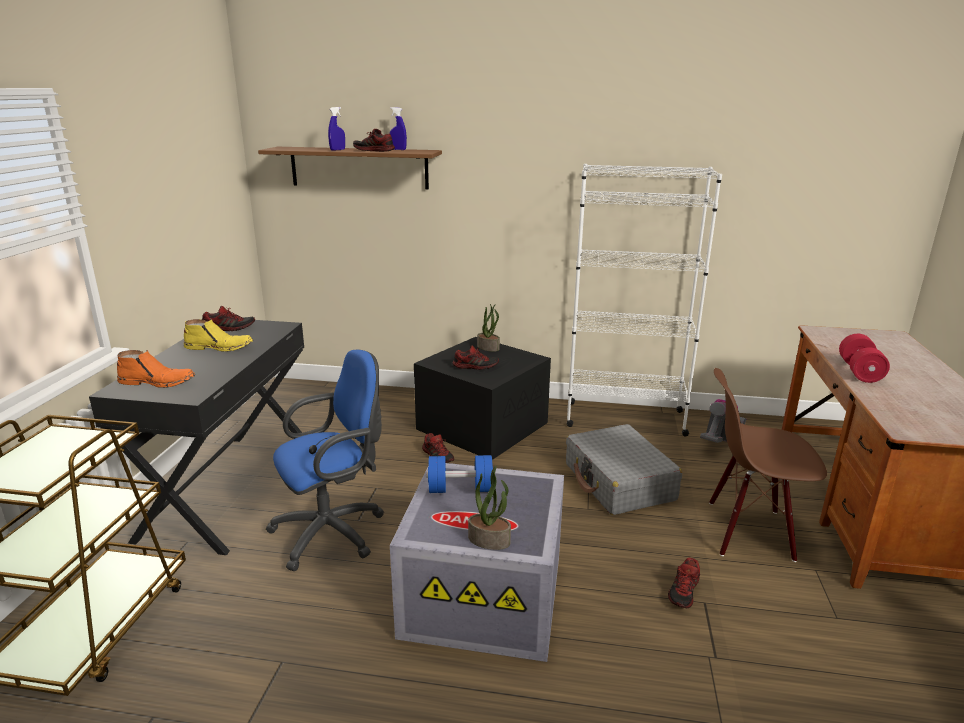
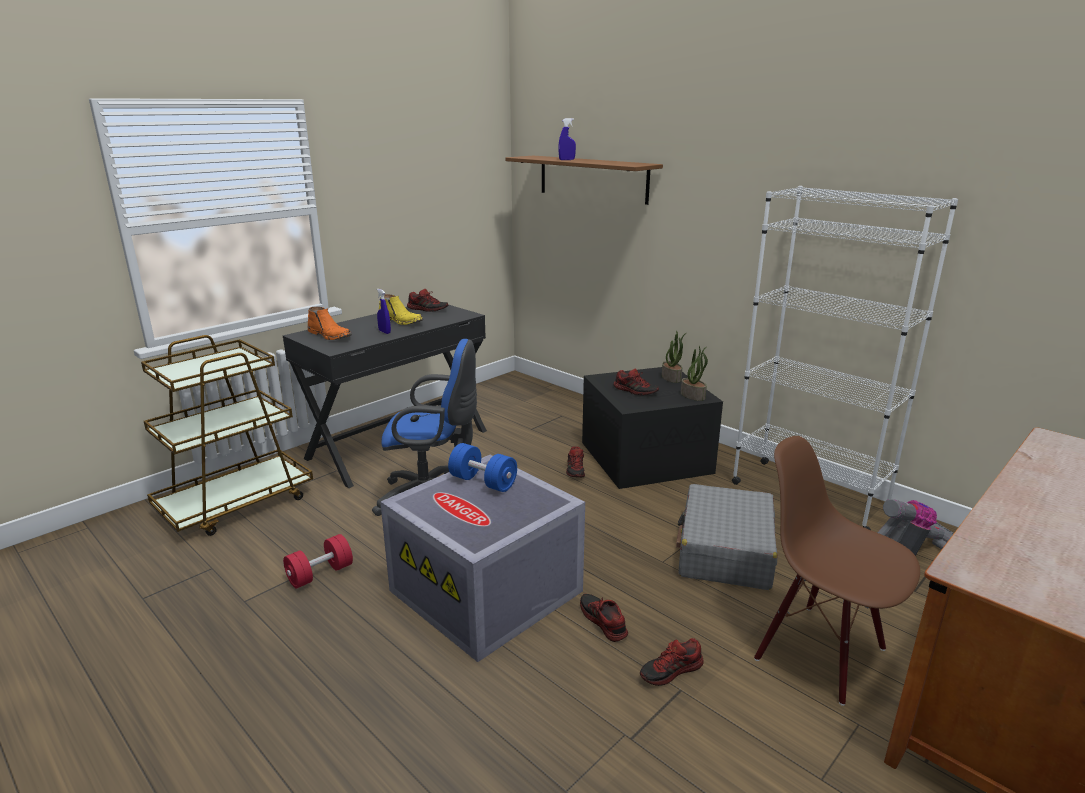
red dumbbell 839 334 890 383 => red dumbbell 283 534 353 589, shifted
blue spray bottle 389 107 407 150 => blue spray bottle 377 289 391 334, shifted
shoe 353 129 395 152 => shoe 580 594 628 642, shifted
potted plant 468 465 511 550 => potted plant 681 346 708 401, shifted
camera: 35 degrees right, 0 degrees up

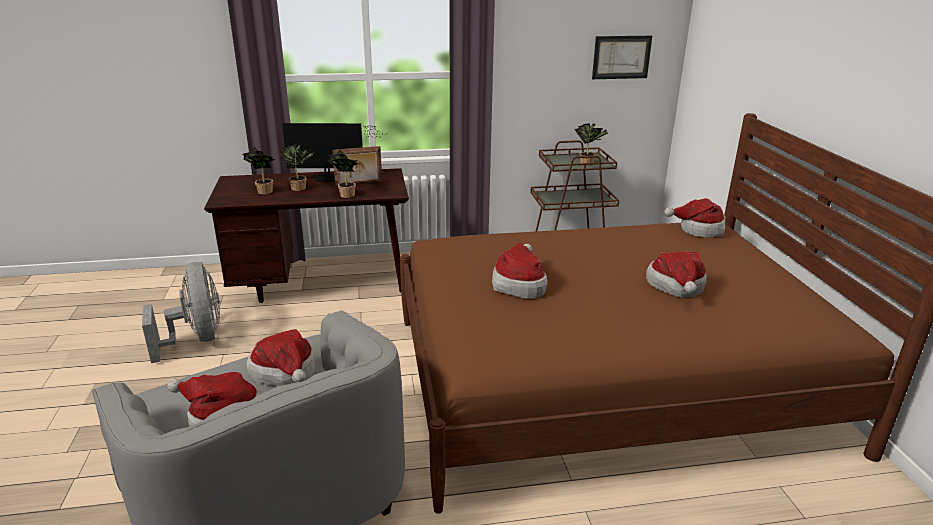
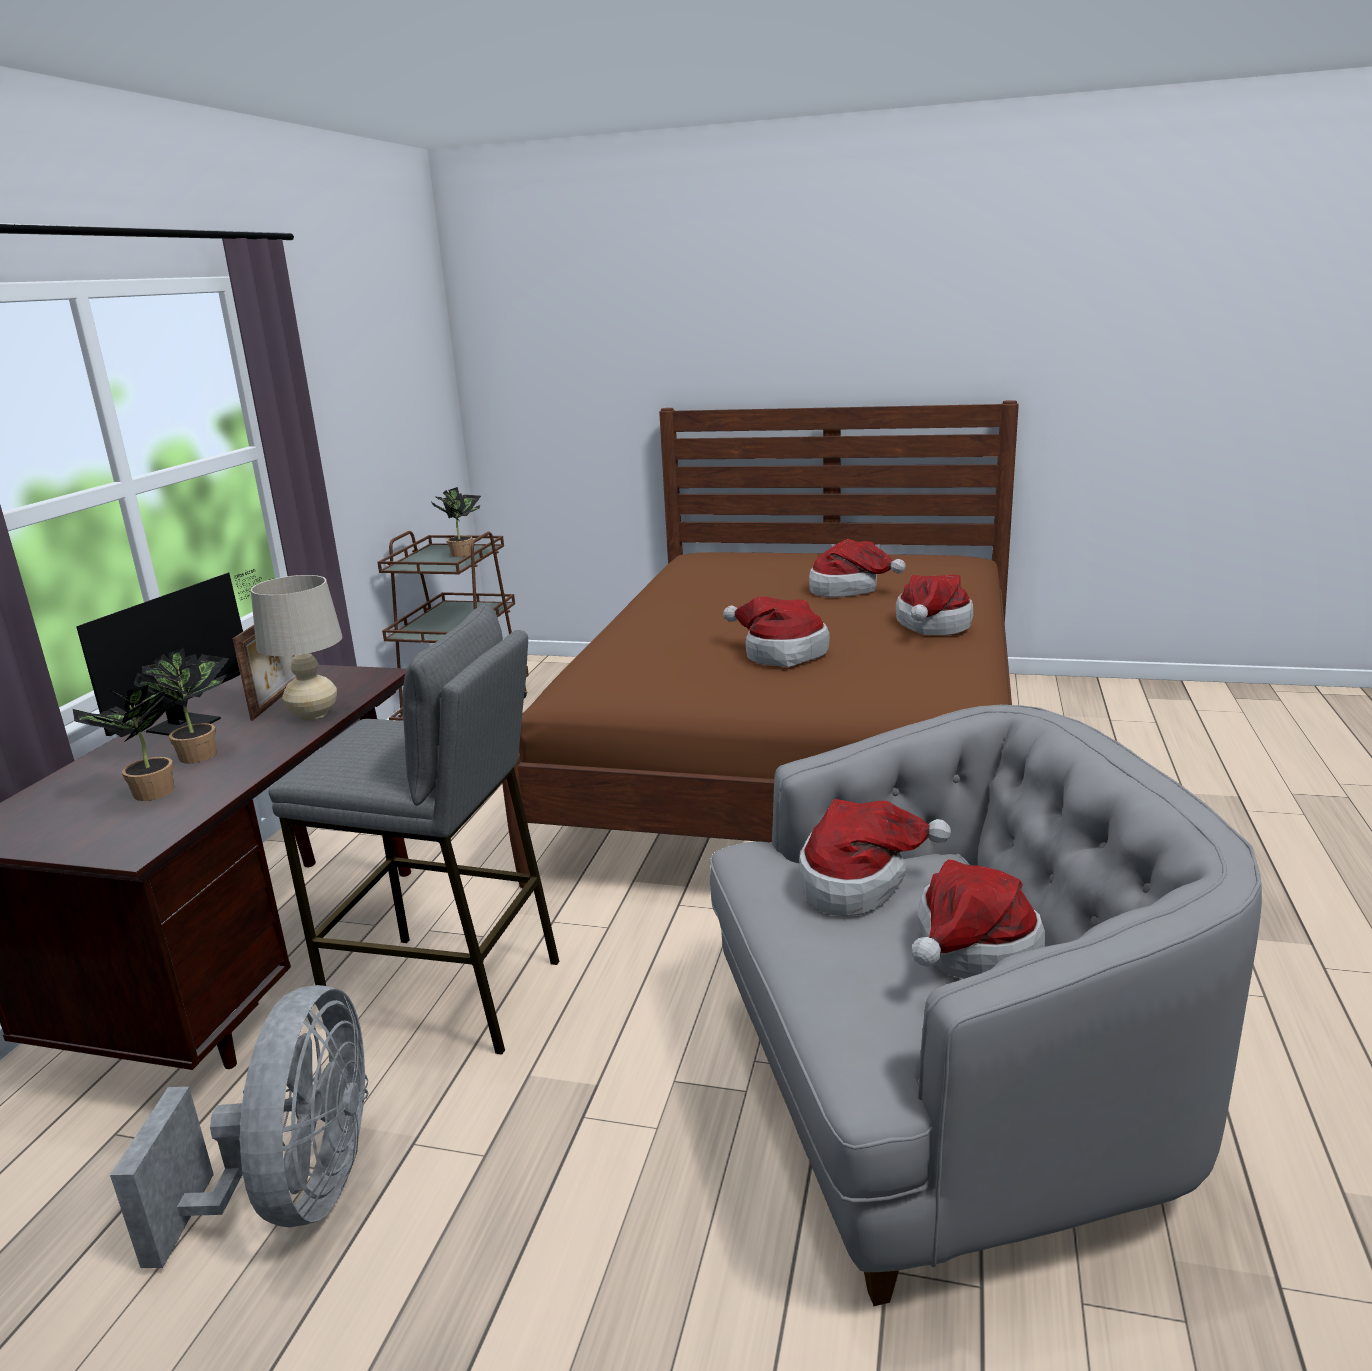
grey fan 142 262 220 363 => grey fan 110 985 368 1268, 90 degrees clockwise
potted plant 328 150 359 198 => beige table lamp 251 575 342 720
nothing => grey stool 269 604 559 1054
hat 664 198 726 238 => hat 896 575 973 635, shifted
picture 592 36 652 79 => nothing
camera: 65 degrees left, 5 degrees down

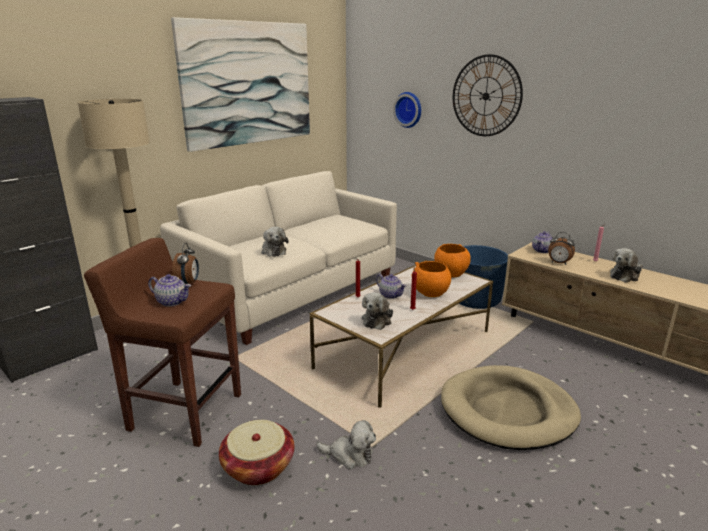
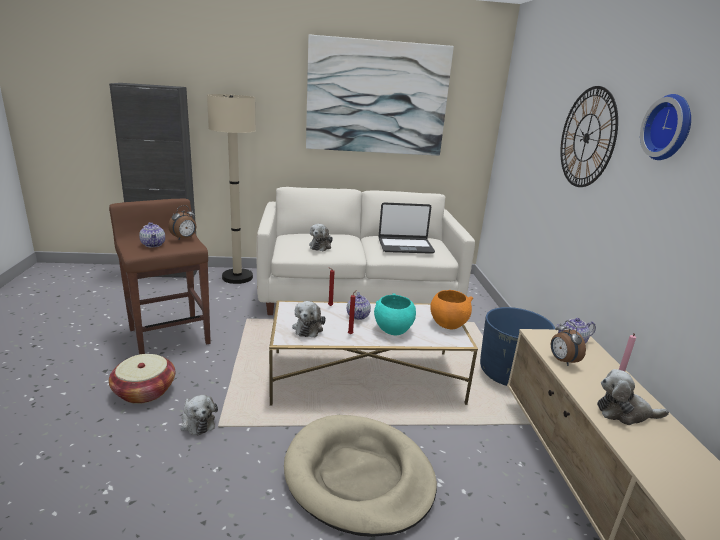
plush toy 362 292 393 330 => plush toy 292 301 326 337, 60 degrees counterclockwise
orange bowl 411 261 451 297 => turquoise bowl 374 293 416 335
nothing => laptop 378 202 435 254
wall clock 393 92 421 128 => wall clock 640 94 691 160, shifted
camera: 40 degrees right, 0 degrees up

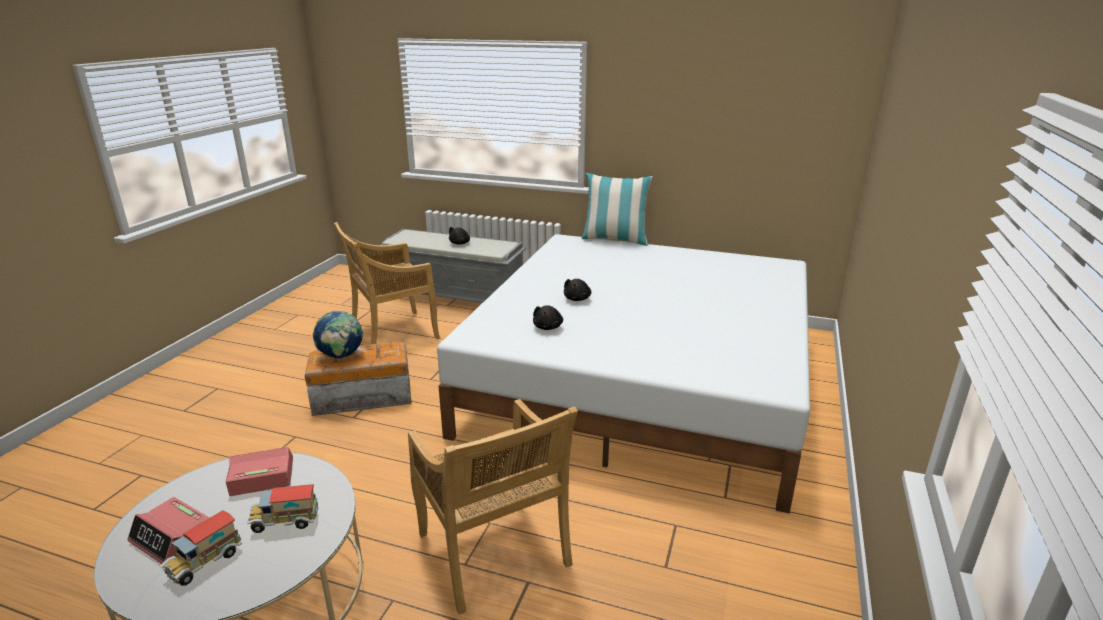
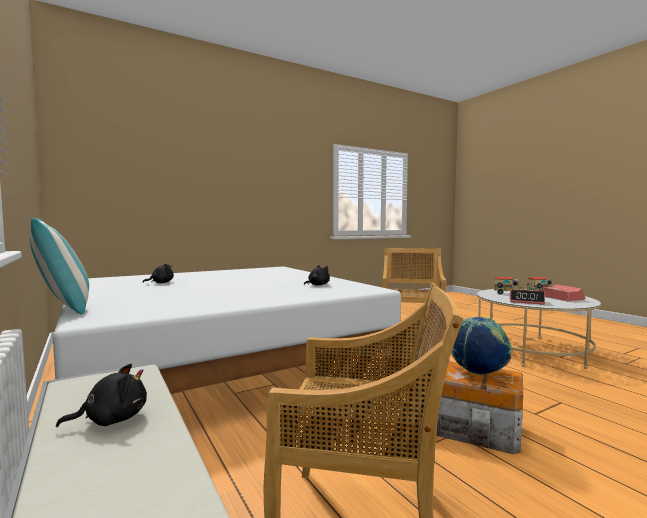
black plush toy 564 279 591 301 => black plush toy 142 264 174 283, shifted
camera: 140 degrees left, 20 degrees down

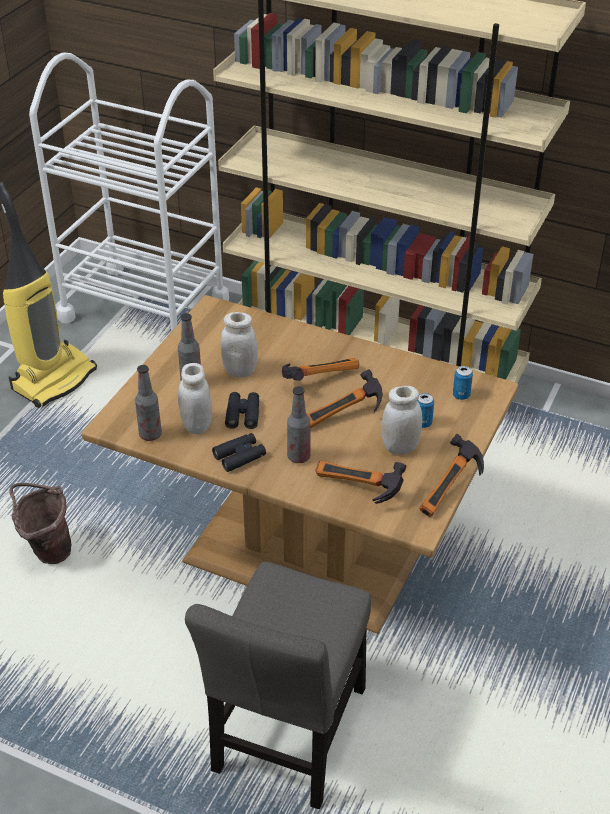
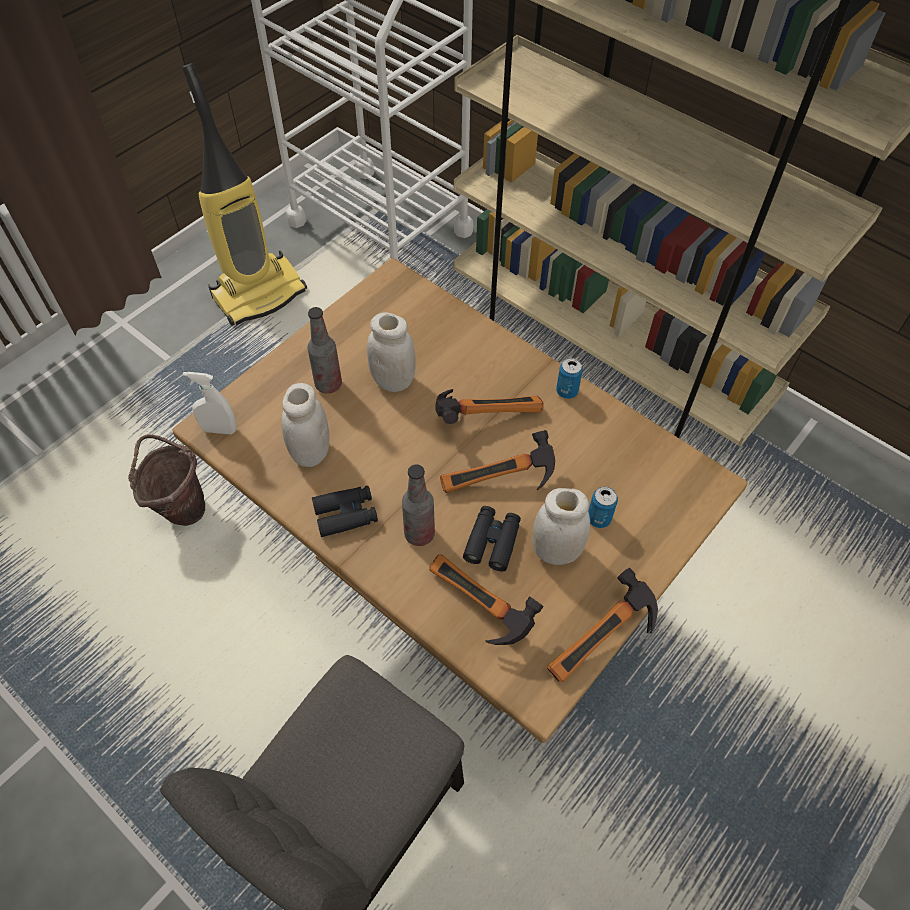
nothing => white spray bottle 183 372 237 434
black binoculars 225 392 259 429 => black binoculars 463 506 521 571, shifted
can 453 366 473 400 => can 556 358 583 399, shifted
bottle 135 365 162 441 => nothing
camera: 15 degrees right, 15 degrees up

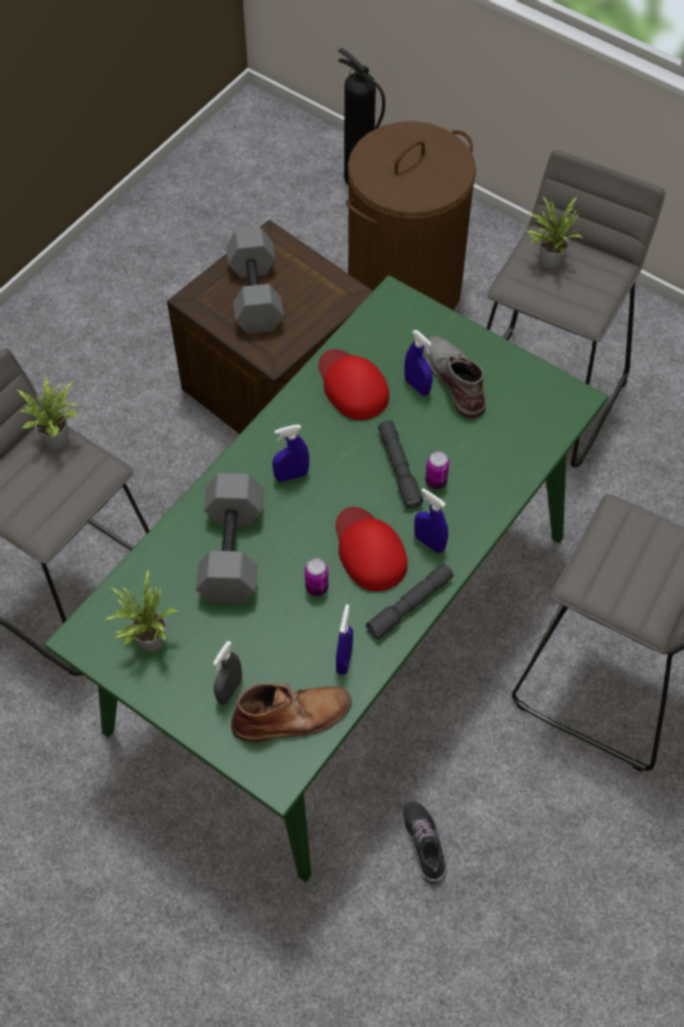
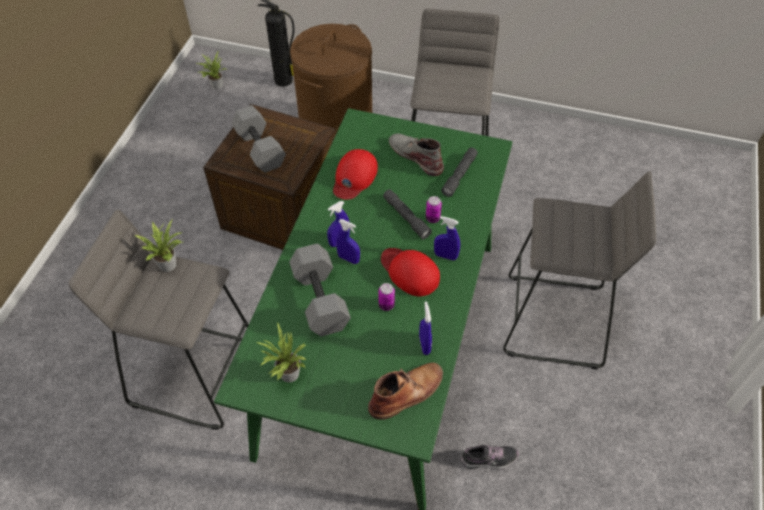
potted plant 526 196 583 269 => potted plant 196 51 226 89, shifted
red cap 319 349 389 420 => red cap 333 149 378 200, 105 degrees counterclockwise
blue spray bottle 404 330 433 396 => blue spray bottle 336 219 360 264, shifted
grey flashlight 366 564 454 640 => grey flashlight 441 147 478 197, shifted
shoe 402 800 447 884 => shoe 460 445 518 469, 120 degrees clockwise
grey spray bottle 213 641 242 705 => nothing
camera: 20 degrees left, 5 degrees down

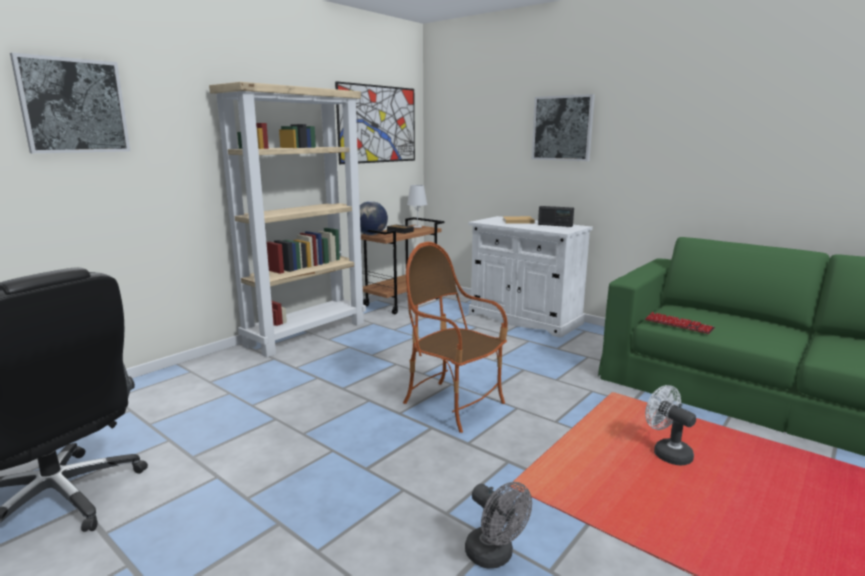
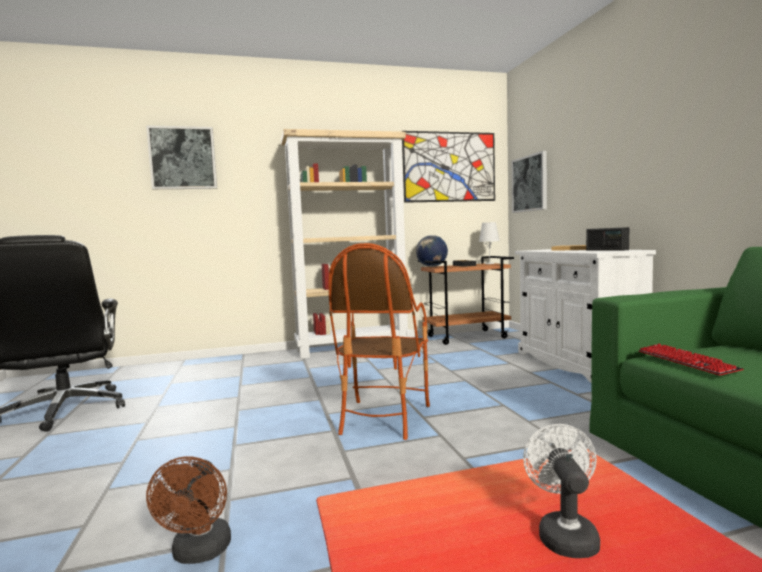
grey fan 465 482 532 568 => brown fan 146 456 231 564
armchair 403 242 508 433 => armchair 328 243 430 440, 150 degrees counterclockwise
picture 532 94 595 161 => picture 512 151 547 213, shifted
camera: 35 degrees right, 10 degrees down

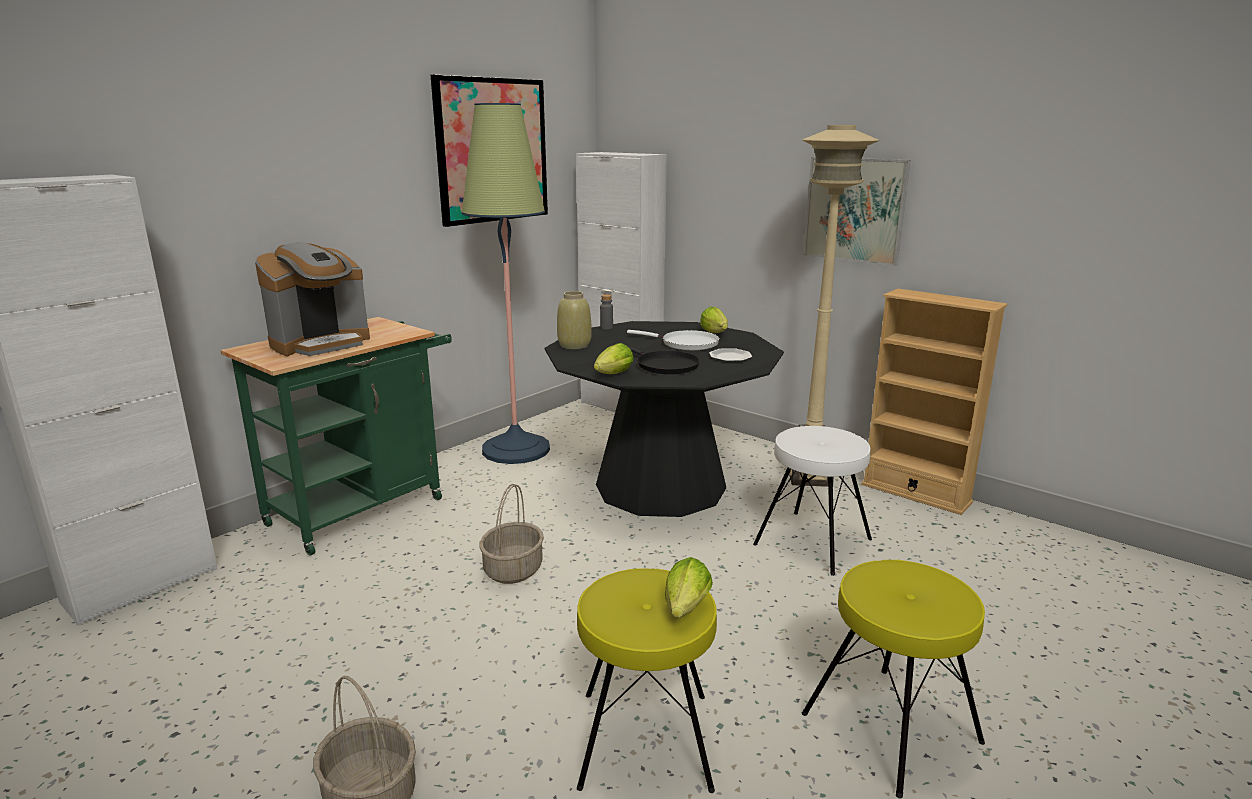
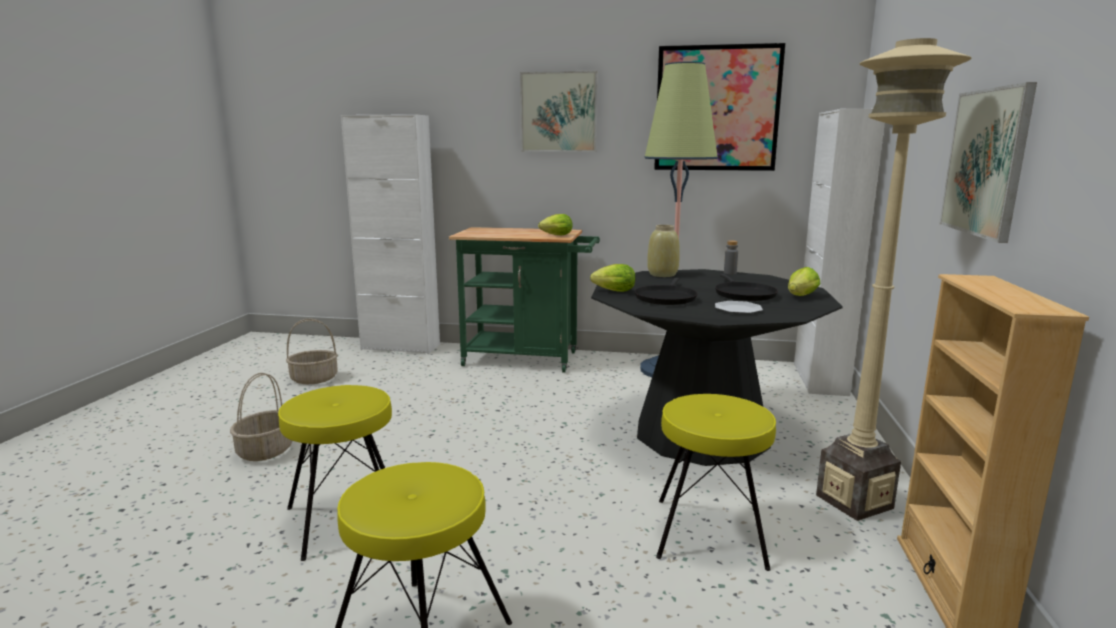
basket 479 484 544 584 => basket 286 319 338 384, shifted
nothing => picture 520 71 598 152
lettuce 665 557 713 618 => lettuce 538 214 572 235, shifted
white stool 753 426 872 576 => yellow stool 656 394 776 571
white frying pan 627 330 720 350 => black frying pan 715 274 778 301
coffee machine 255 242 370 356 => nothing
camera: 60 degrees right, 5 degrees down

